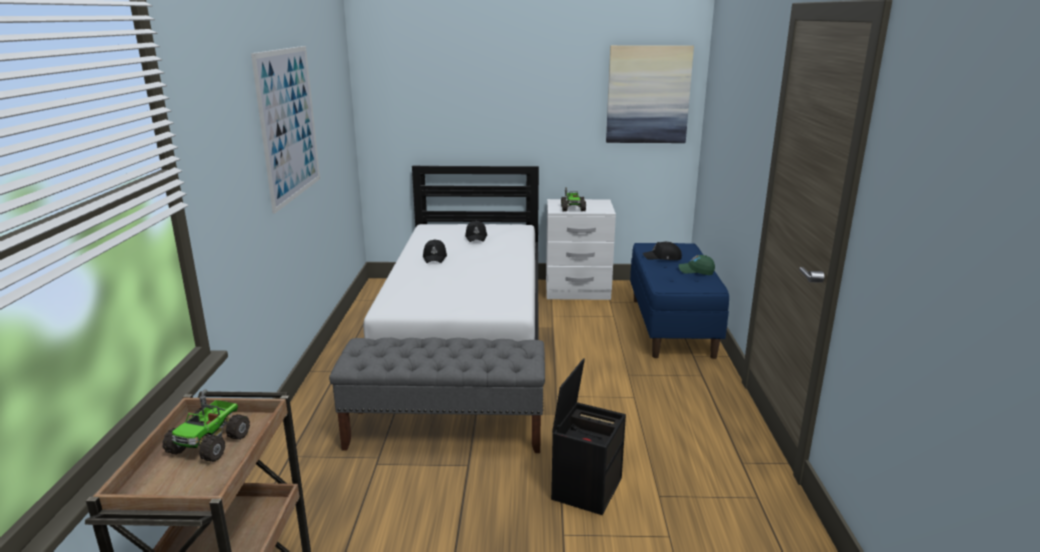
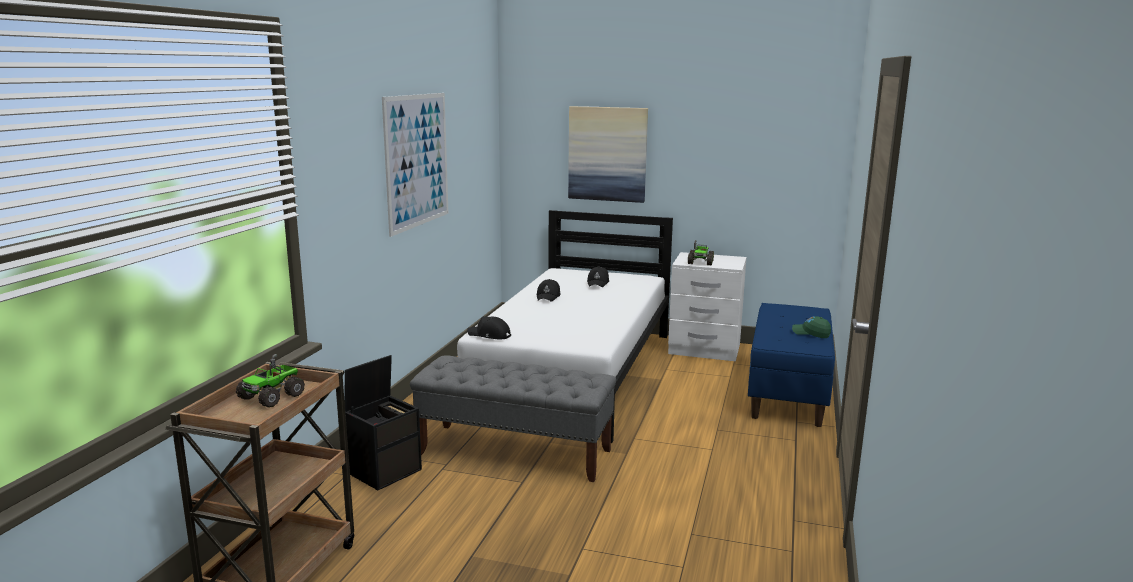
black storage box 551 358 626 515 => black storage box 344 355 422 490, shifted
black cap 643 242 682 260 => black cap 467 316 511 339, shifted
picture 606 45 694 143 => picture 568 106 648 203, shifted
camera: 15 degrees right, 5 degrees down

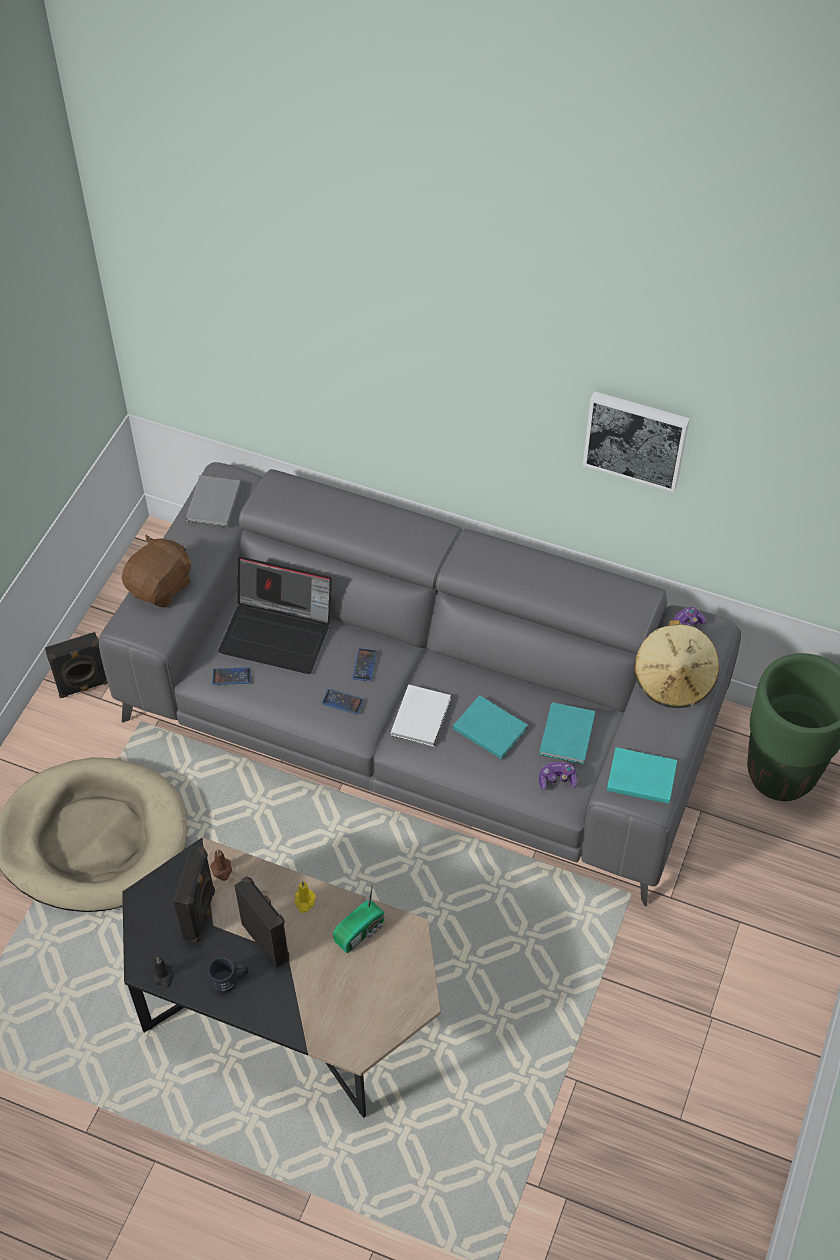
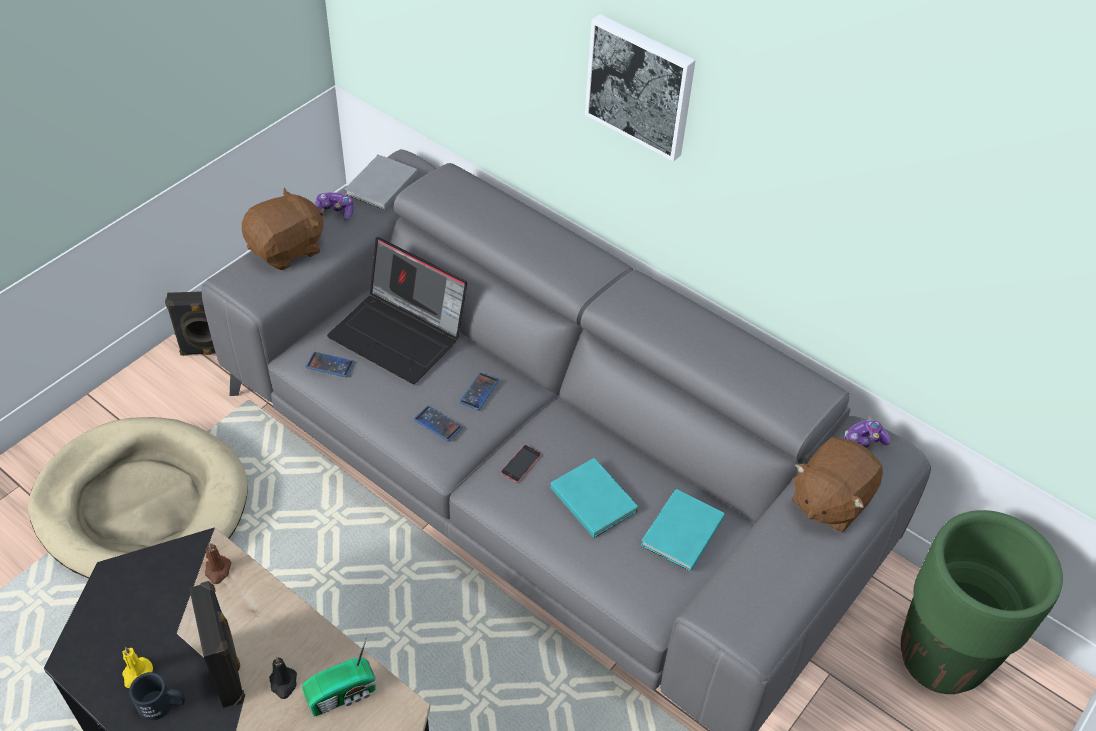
yellow candle 295 881 316 913 => yellow candle 122 647 153 688, shifted
black candle 150 957 174 988 => black candle 269 657 297 699, shifted
game controller 539 762 577 791 => game controller 315 192 353 221, shifted
white book 391 684 451 747 => phone 501 445 541 482
picture 583 391 690 492 => picture 585 14 696 161, shifted
beige hat 634 620 719 708 => brown plush toy 792 437 883 533
black speaker 173 847 215 943 => nothing
turquoise book 607 747 677 804 => nothing
camera: 15 degrees right, 5 degrees down

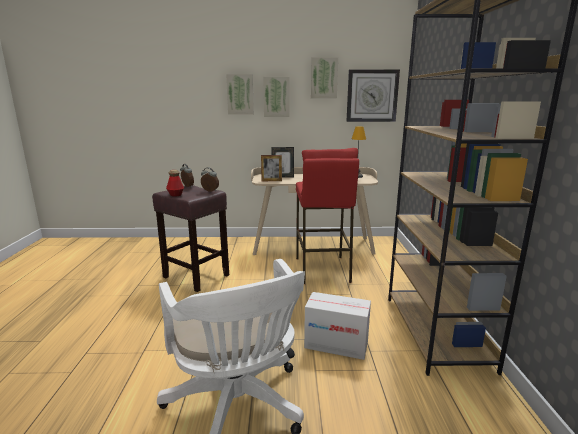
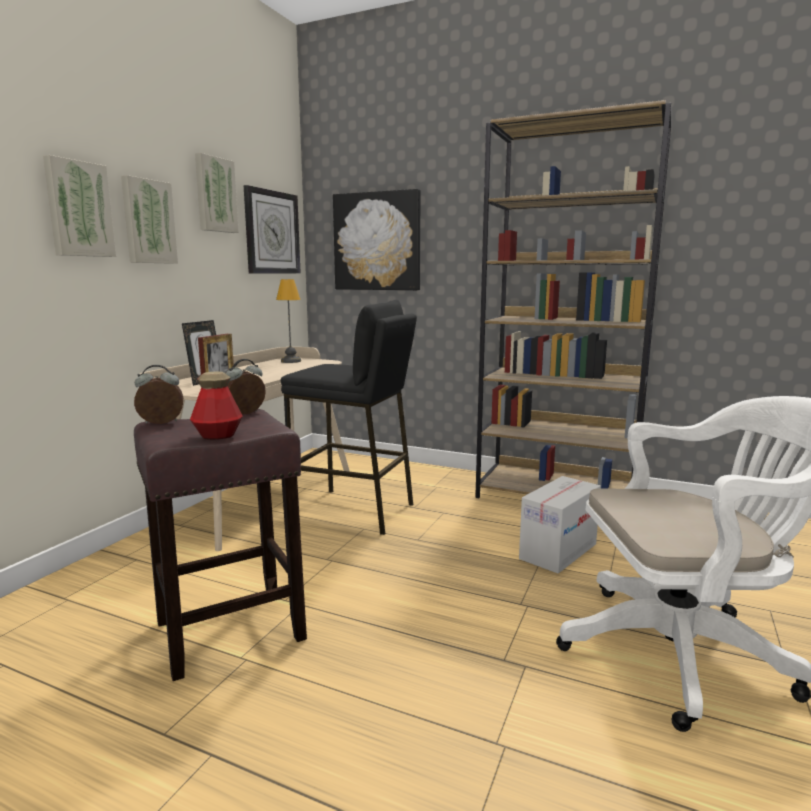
red stool 296 148 359 284 => black stool 281 300 417 535
nothing => picture 333 189 421 290
camera: 65 degrees left, 5 degrees down

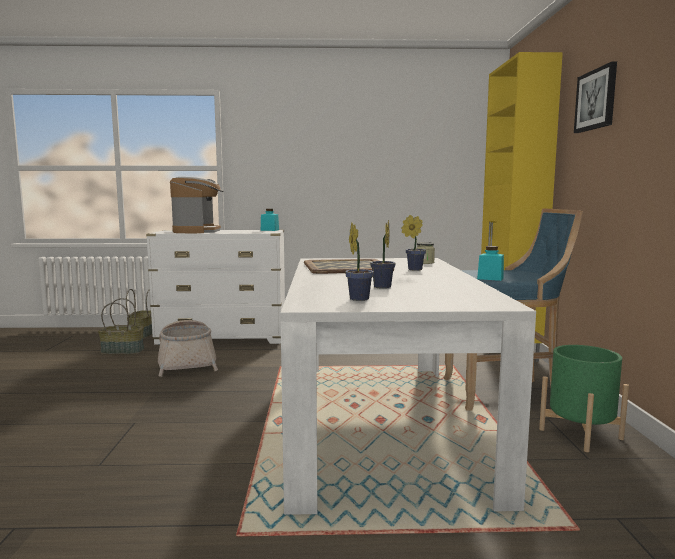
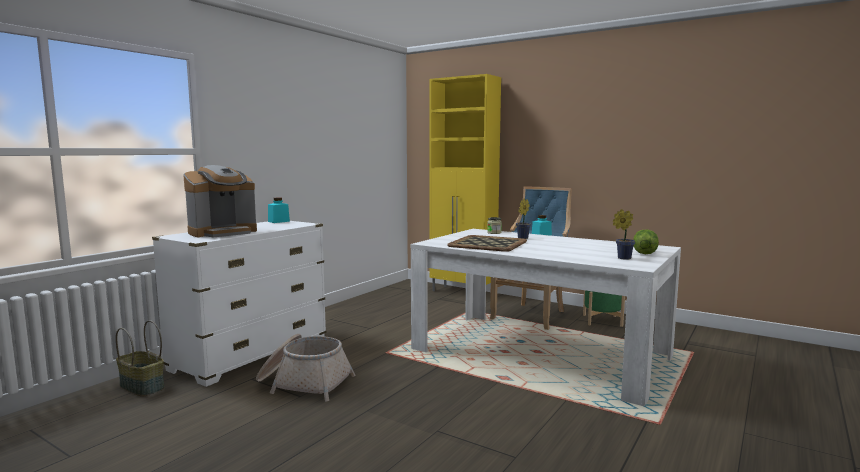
coffee machine 170 177 224 233 => coffee machine 183 165 257 237, 105 degrees clockwise
nothing => lettuce 633 230 659 254
basket 98 298 144 355 => nothing
potted plant 370 220 395 289 => nothing
picture 574 61 617 133 => nothing
camera: 55 degrees left, 0 degrees up

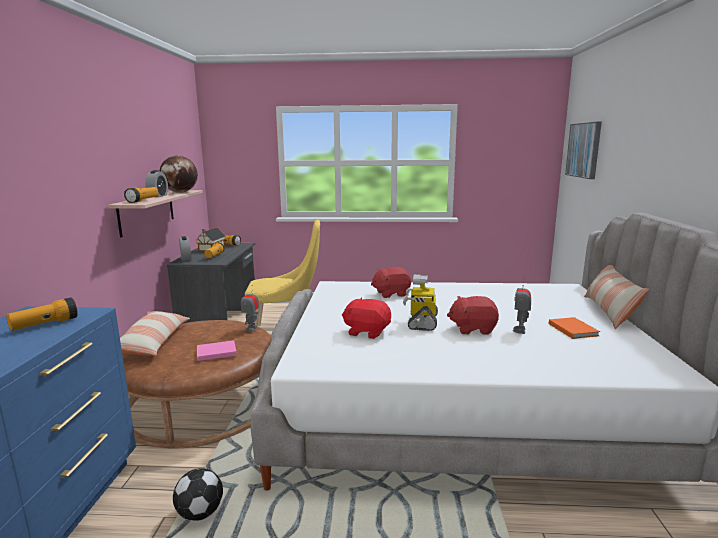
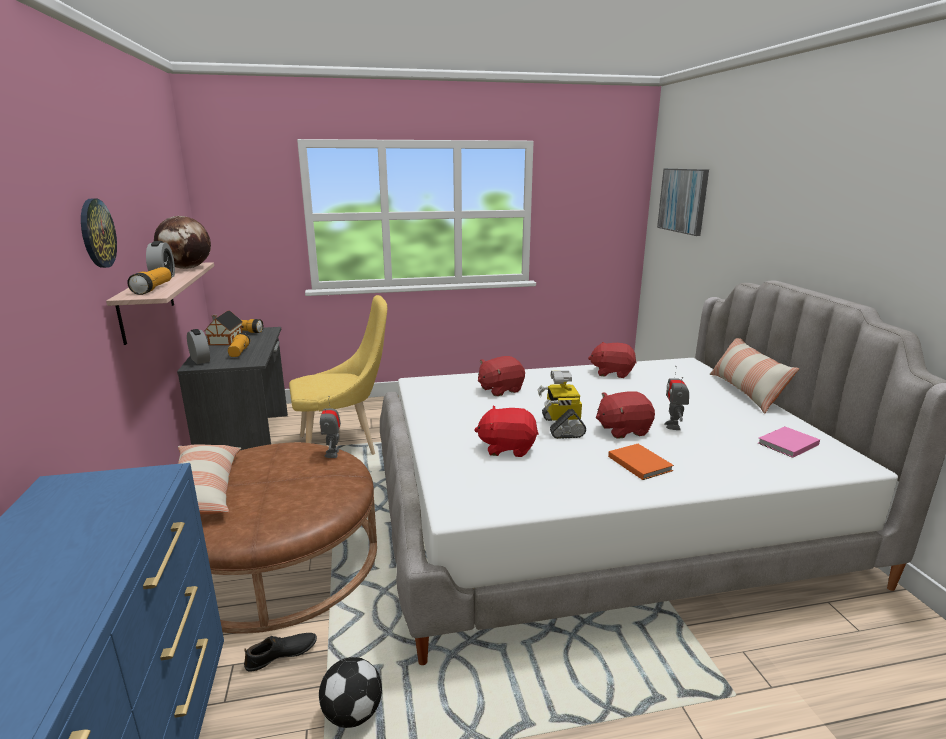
nothing => wall clock 81 198 117 268
nothing => black shoe 244 633 317 671
nothing => red plush toy 588 342 637 378
orange book 549 317 600 339 => orange book 608 444 674 480, shifted
pink book 197 340 237 361 => pink book 758 427 820 458, shifted
flashlight 6 298 78 331 => nothing
camera: 15 degrees left, 5 degrees up

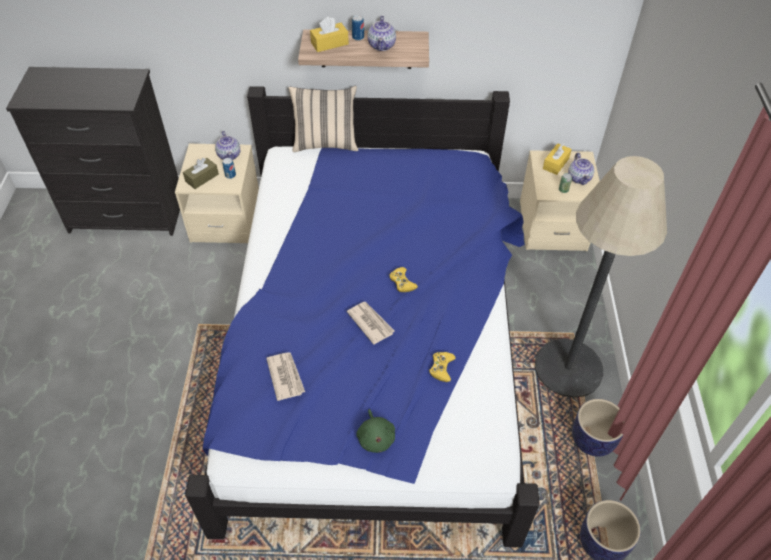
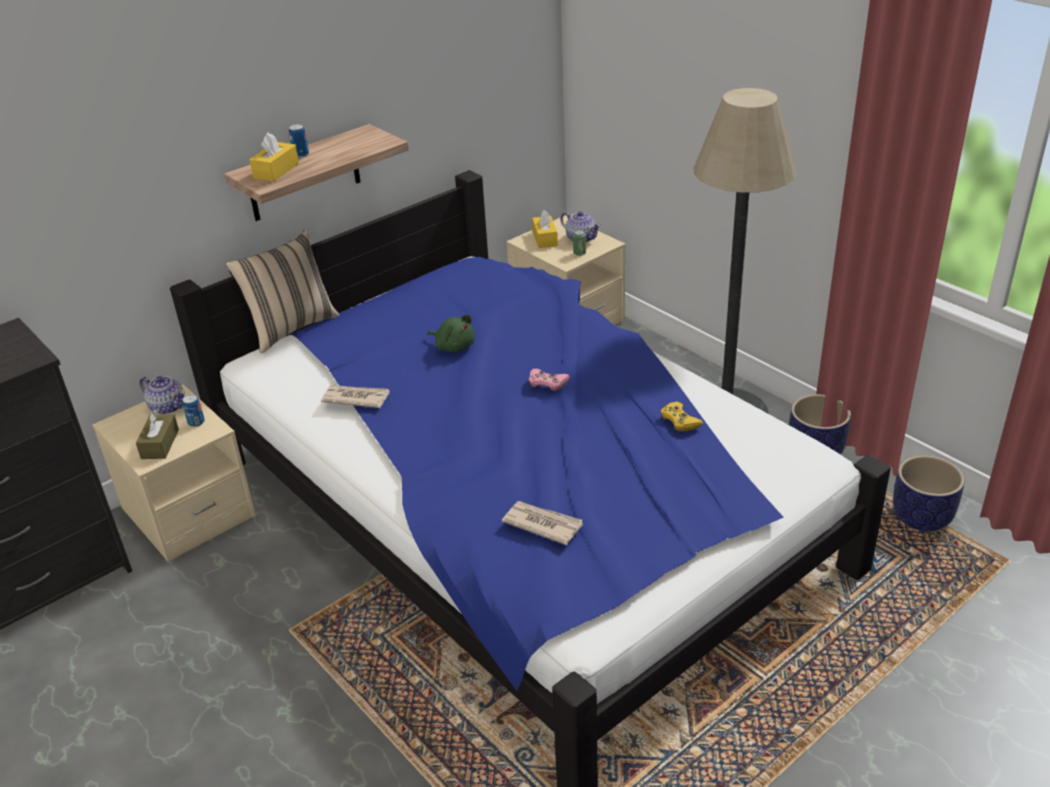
newspaper 347 302 394 345 => newspaper 321 385 390 408, shifted
green plush toy 356 409 395 453 => green plush toy 427 315 475 352, shifted
yellow game controller 389 267 418 292 => pink game controller 529 369 570 391
teapot 368 16 396 51 => nothing
camera: 40 degrees left, 15 degrees down

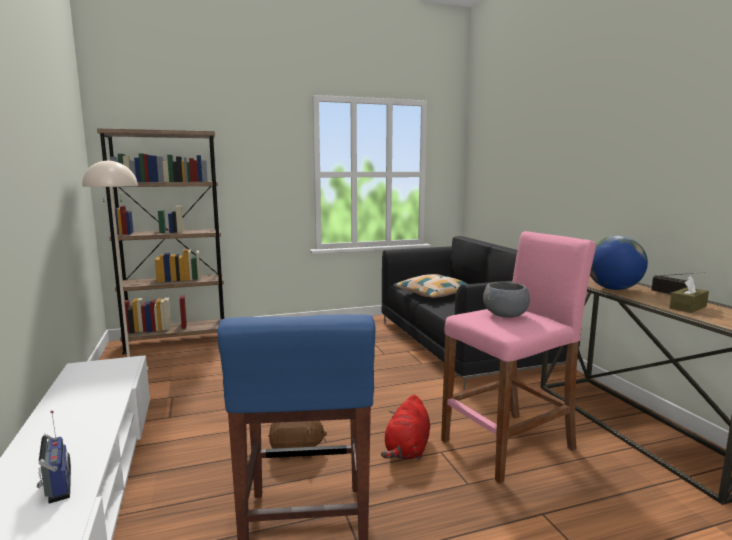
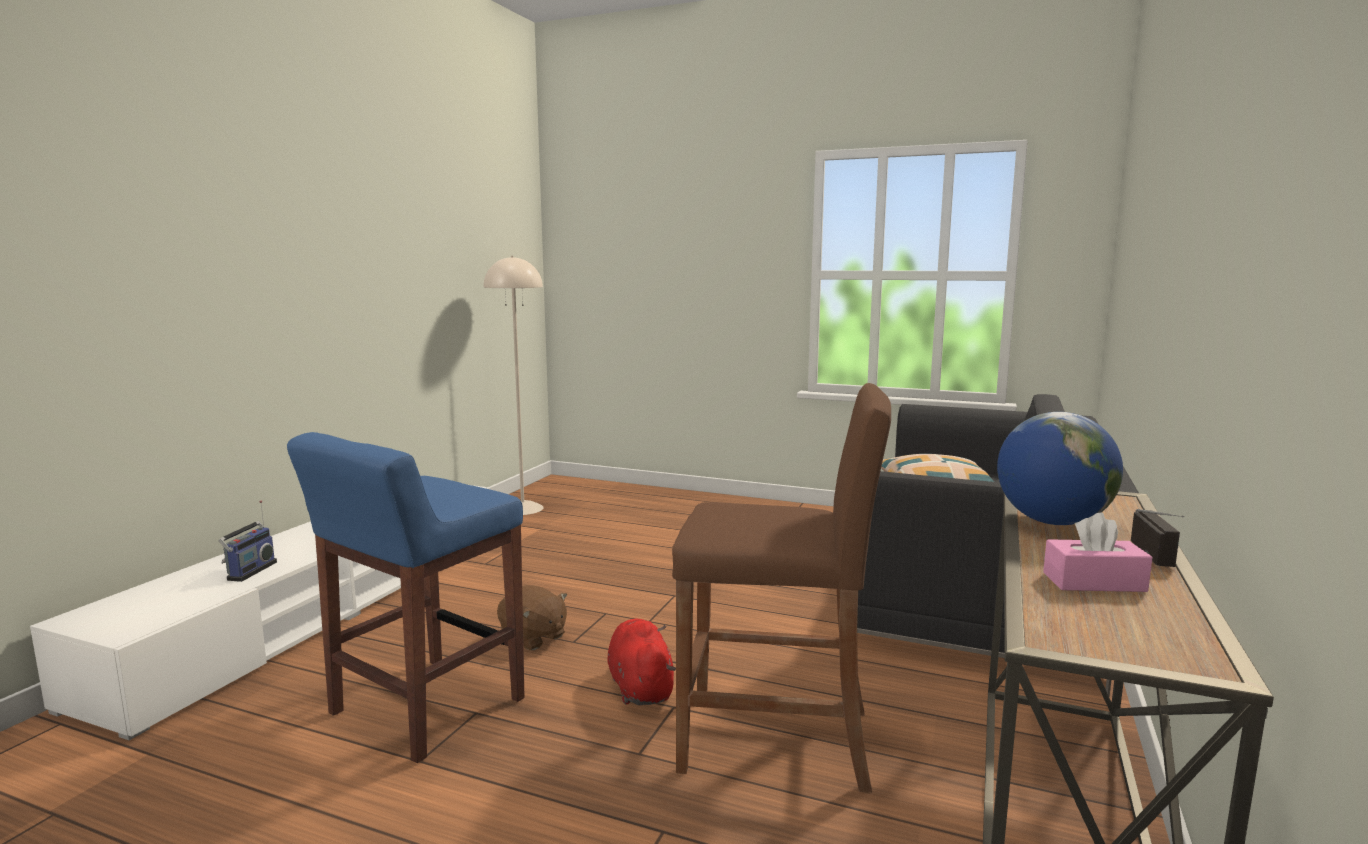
red plush toy 381 395 430 459 => red plush toy 607 619 676 705, 105 degrees clockwise
pink stool 441 231 596 484 => brown stool 672 383 891 793
brown tissue box 669 276 709 313 => pink tissue box 1043 513 1153 592
brown bookcase 97 128 224 354 => nothing
grey bowl 483 282 530 318 => nothing
camera: 40 degrees right, 0 degrees up

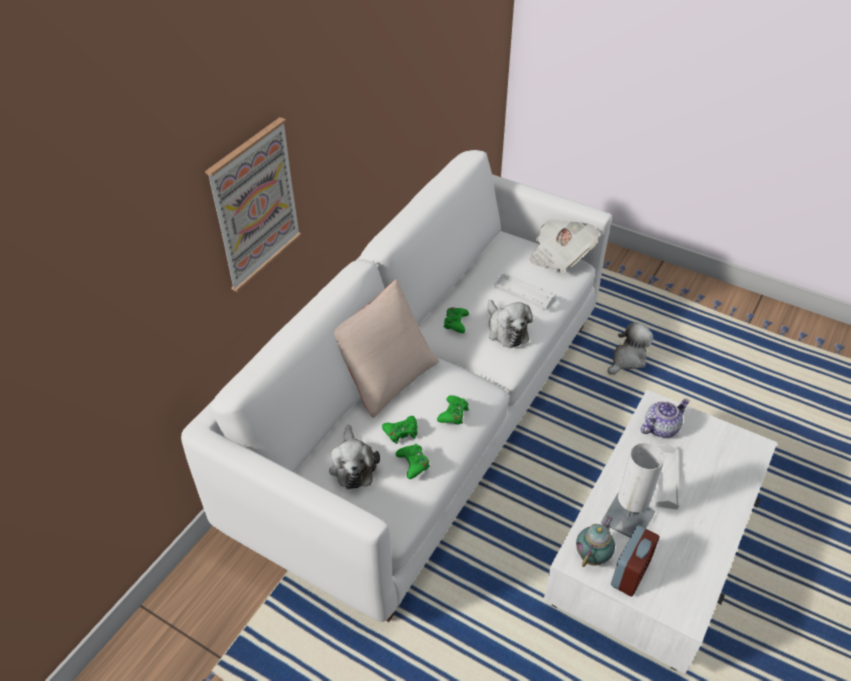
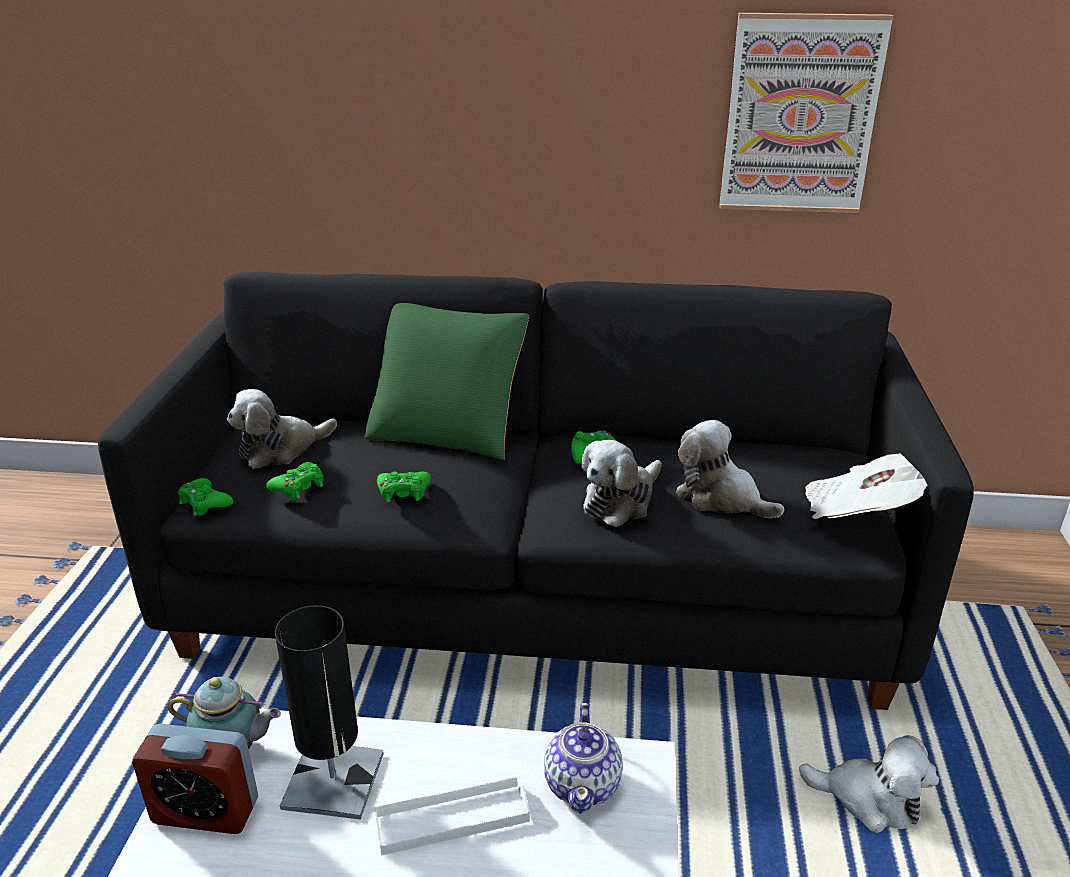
white sofa 181 150 612 622 => black sofa 98 272 974 710
green game controller 382 416 418 444 => green game controller 178 478 233 516, shifted
white table lamp 601 443 665 538 => black table lamp 275 605 384 820
beige pillow 334 279 439 418 => green pillow 365 303 529 460
teapot 641 399 690 438 => teapot 544 703 623 814, 60 degrees clockwise
white tray 494 273 556 311 => plush toy 676 420 784 519
picture 205 117 301 292 => picture 719 13 894 213, shifted
camera: 65 degrees right, 15 degrees down

